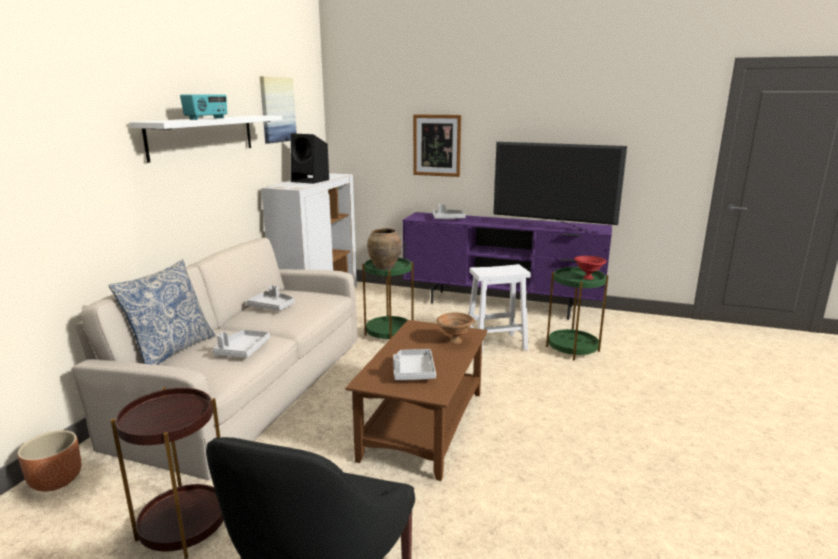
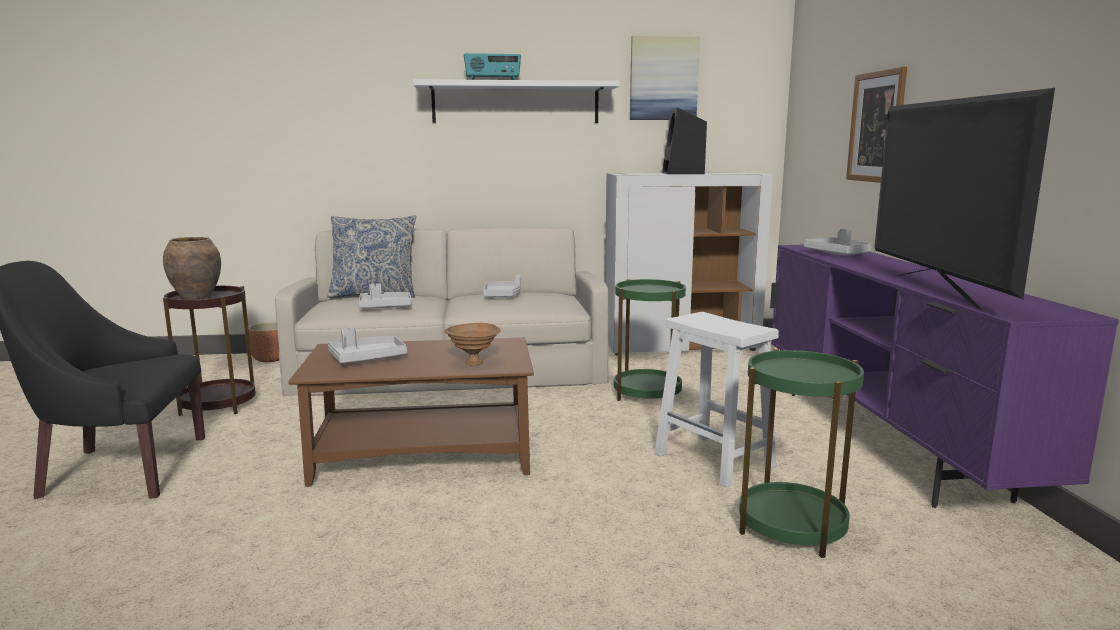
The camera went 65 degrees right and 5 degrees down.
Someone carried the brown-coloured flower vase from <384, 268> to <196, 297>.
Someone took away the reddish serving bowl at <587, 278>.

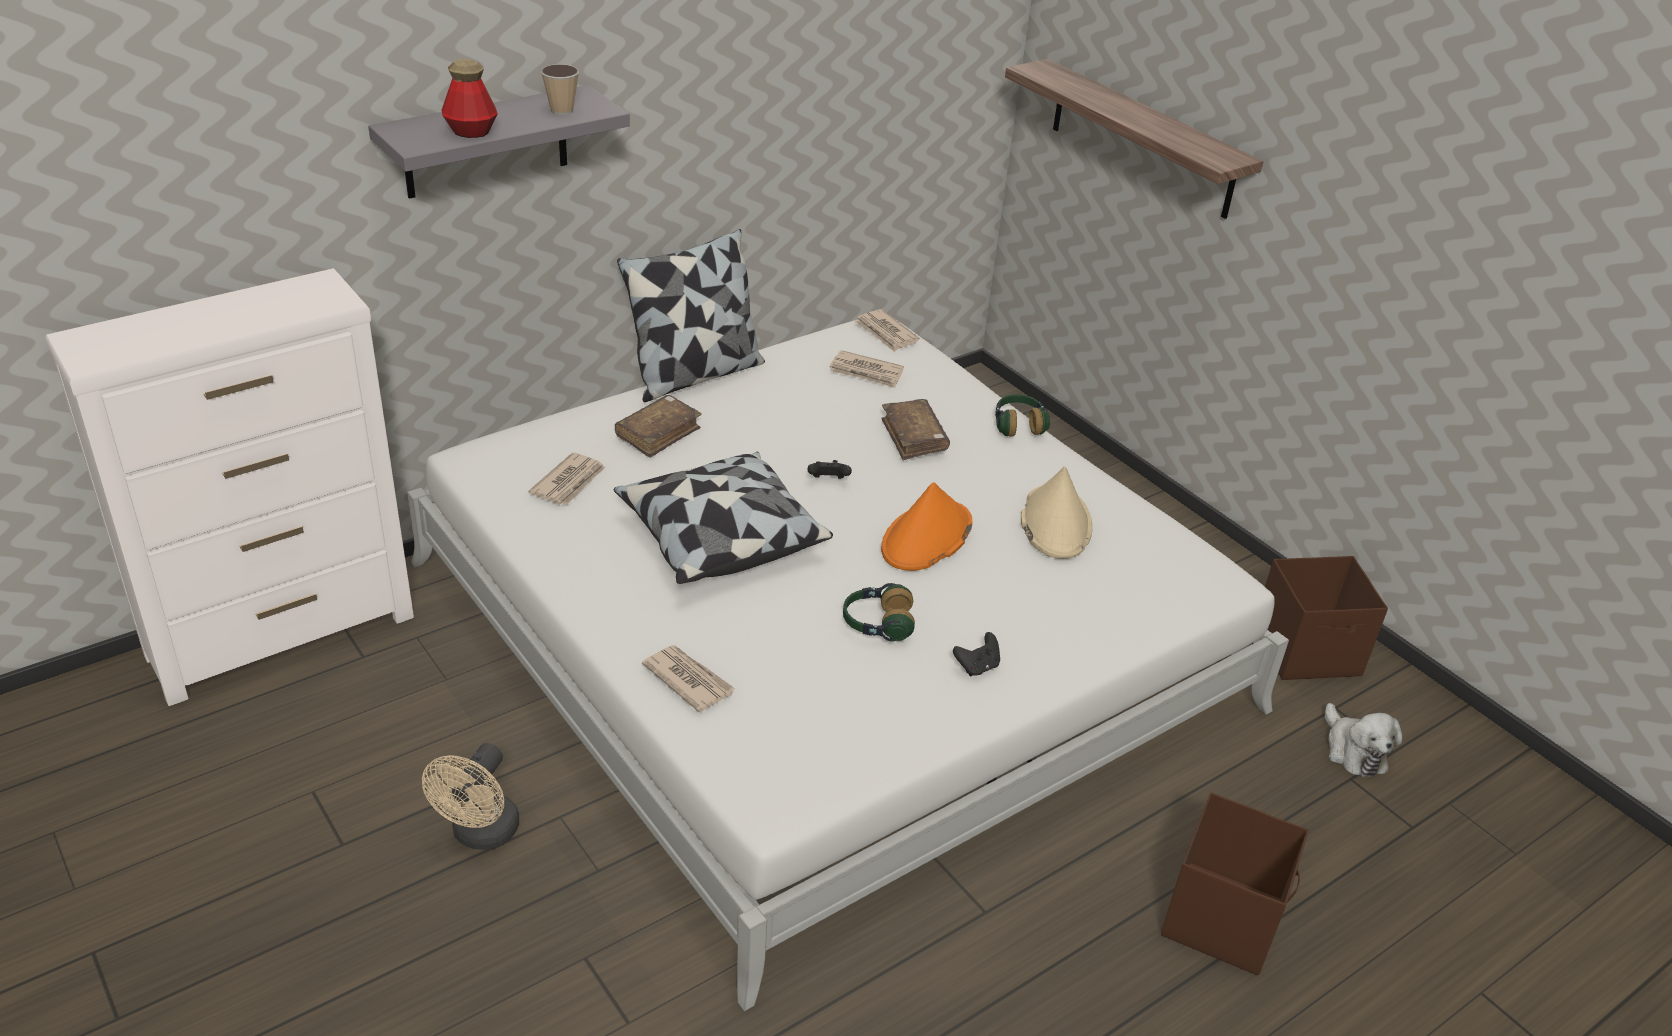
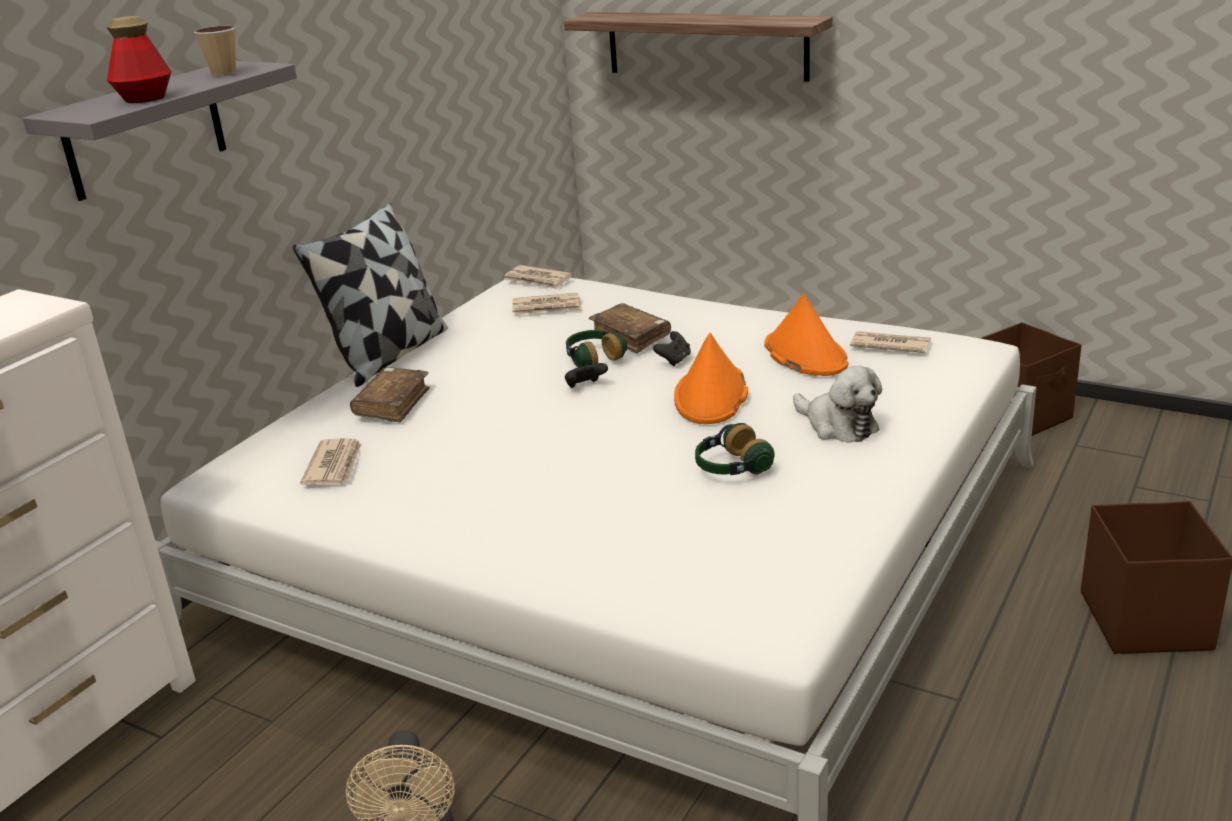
The camera went 20 degrees left and 10 degrees down.
Someone took away the cushion at <719, 538>.
Someone carried the daily paper from <688, 680> to <889, 345>.
Someone carried the black gamepad from <977, 667> to <674, 360>.
Someone carried the headset from <1018, 425> to <593, 359>.
Someone repainted the beige-coloured clothing hat at <1055, 523>, which became the orange-coloured clothing hat at <804, 354>.
Someone carried the plush toy from <1353, 751> to <838, 426>.

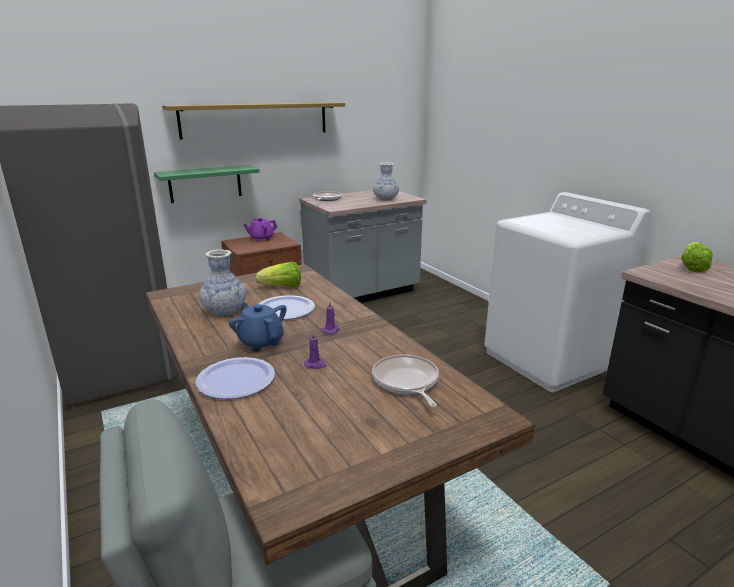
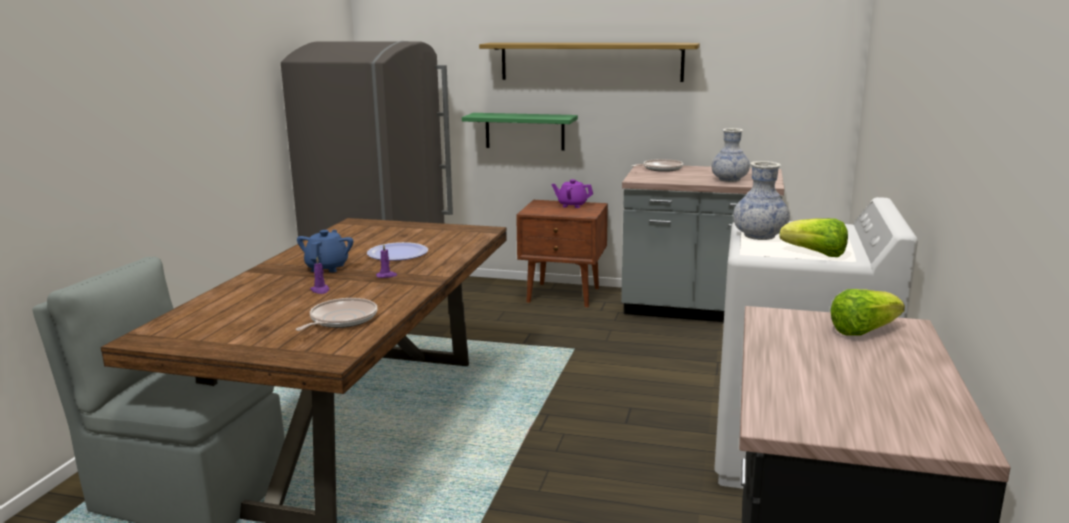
The camera went 45 degrees right and 5 degrees down.
Someone took away the dinner plate at <236, 379>.
Someone carried the flower vase from <224, 310> to <759, 236>.
Someone carried the lettuce from <282, 287> to <815, 254>.

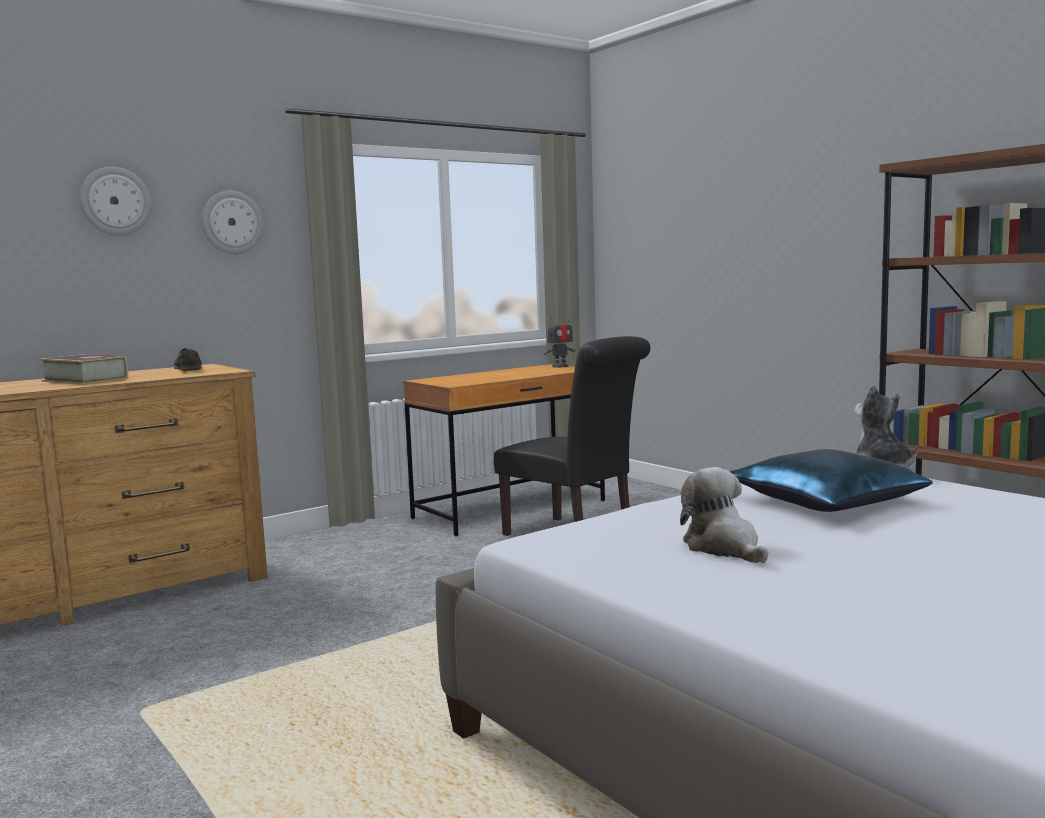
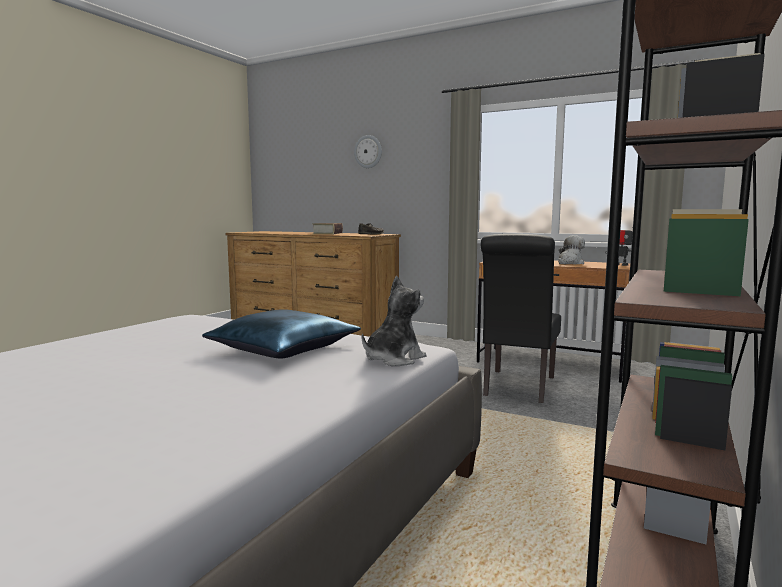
The camera went 65 degrees right and 0 degrees up.
Someone took away the hanging clock at <232, 222>.
Someone carried the plush toy from <724, 548> to <569, 263>.

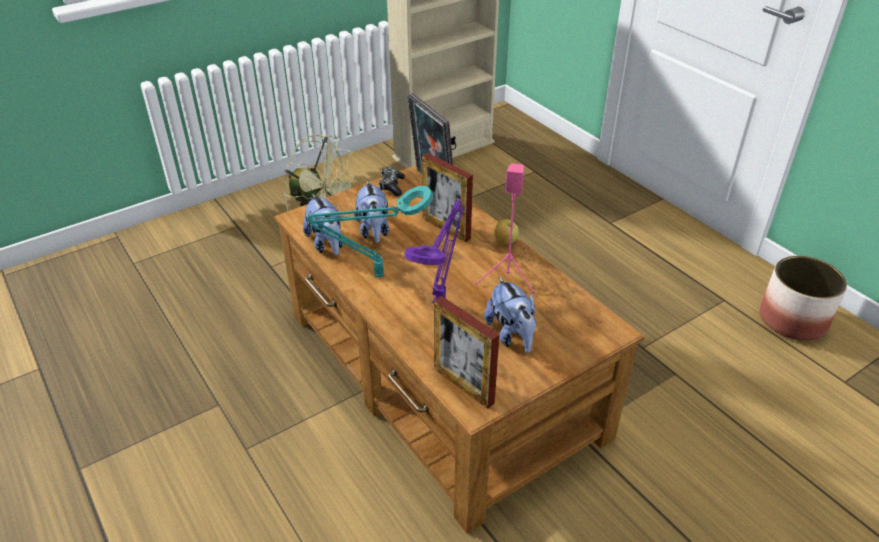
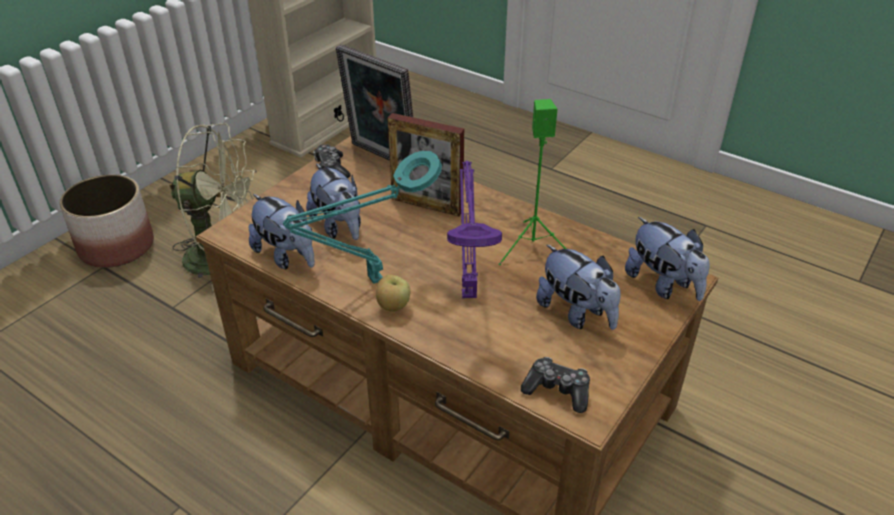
The camera went 20 degrees left and 0 degrees up.
Someone swapped the photo frame at <463, 385> for the gamepad at <557, 390>.
Someone repainted the pinkish loudspeaker at <508, 278>, which became the green loudspeaker at <533, 247>.
Someone carried the apple from <505, 242> to <393, 306>.
Someone carried the planter from <793, 320> to <117, 247>.
Someone put down the plush toy at <663, 284>.

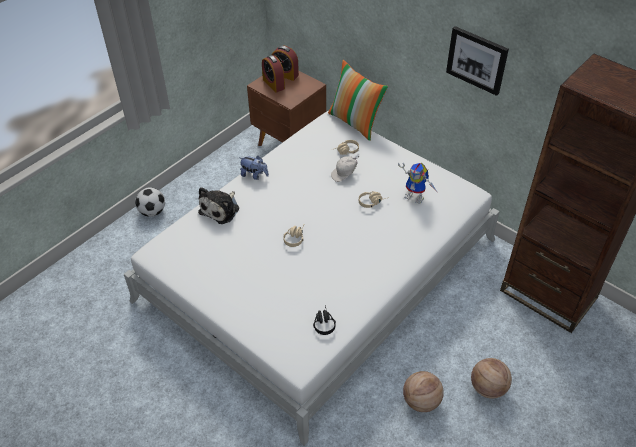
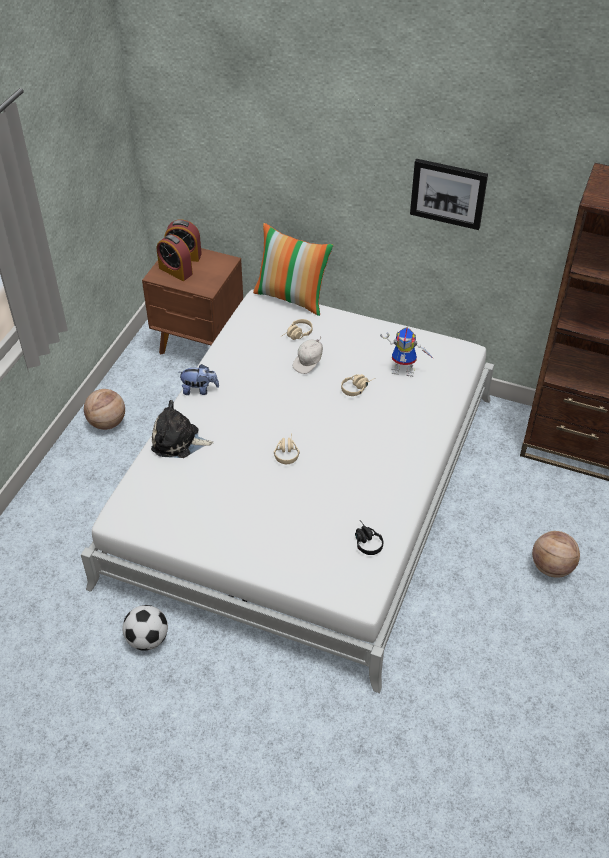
The camera went 20 degrees left and 0 degrees up.
Someone carried the ball for football from <152, 212> to <147, 639>.
Someone rotated the plush toy at <221, 209> by 90 degrees clockwise.
Someone carried the ball for basketball from <421, 401> to <107, 423>.

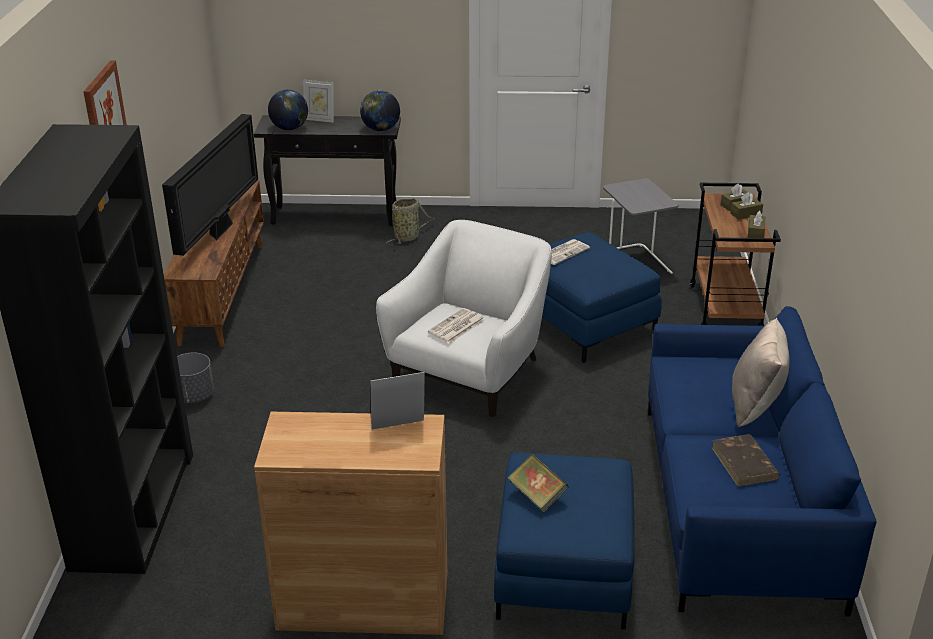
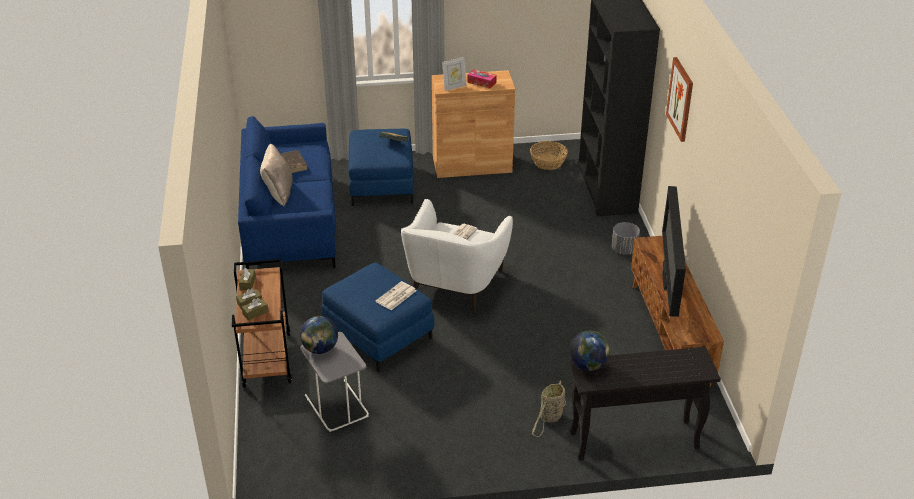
The camera went 170 degrees right and 5 degrees up.
Someone carried the desk globe from <289, 128> to <320, 349>.
Someone took away the photo frame at <320, 119>.
Someone put down the box of tissues at <481, 82>.
Someone put down the household basket at <548, 162>.

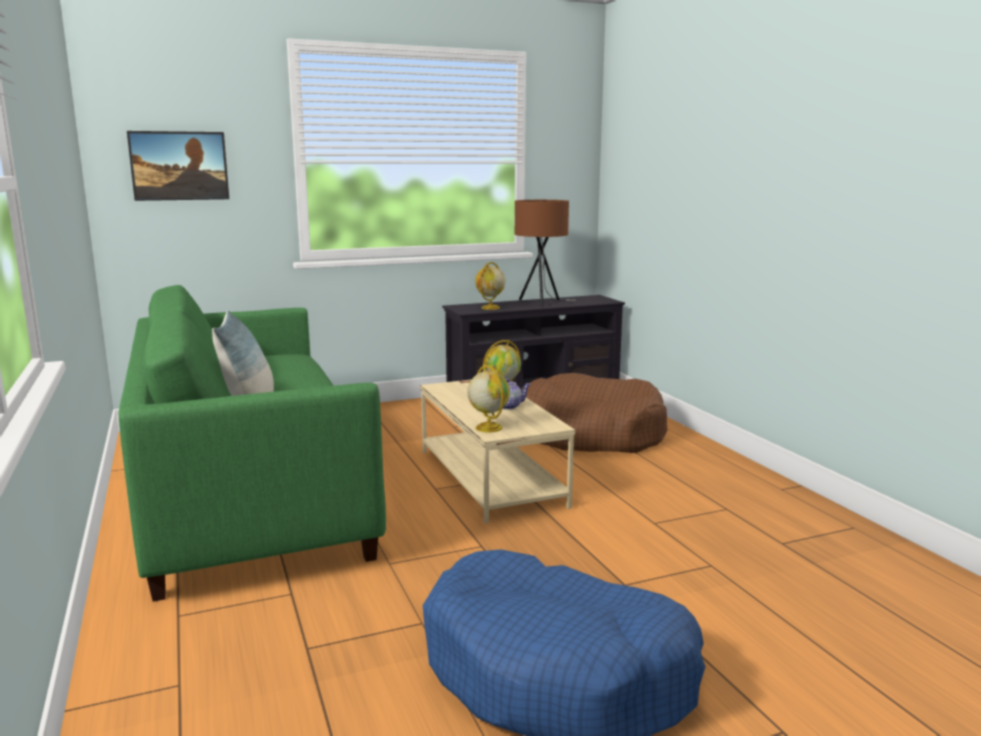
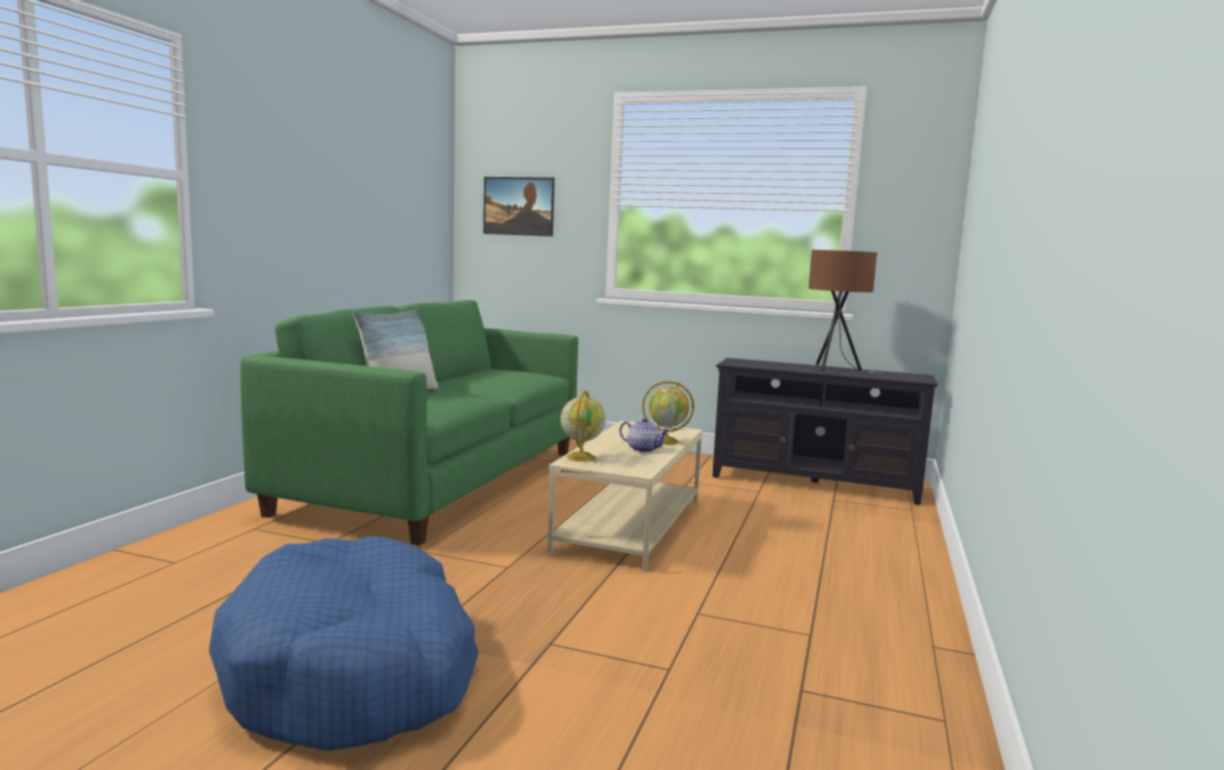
The camera went 40 degrees right and 5 degrees down.
Someone took away the desk globe at <490, 308>.
Someone took away the brown-coloured dog bed at <589, 433>.

